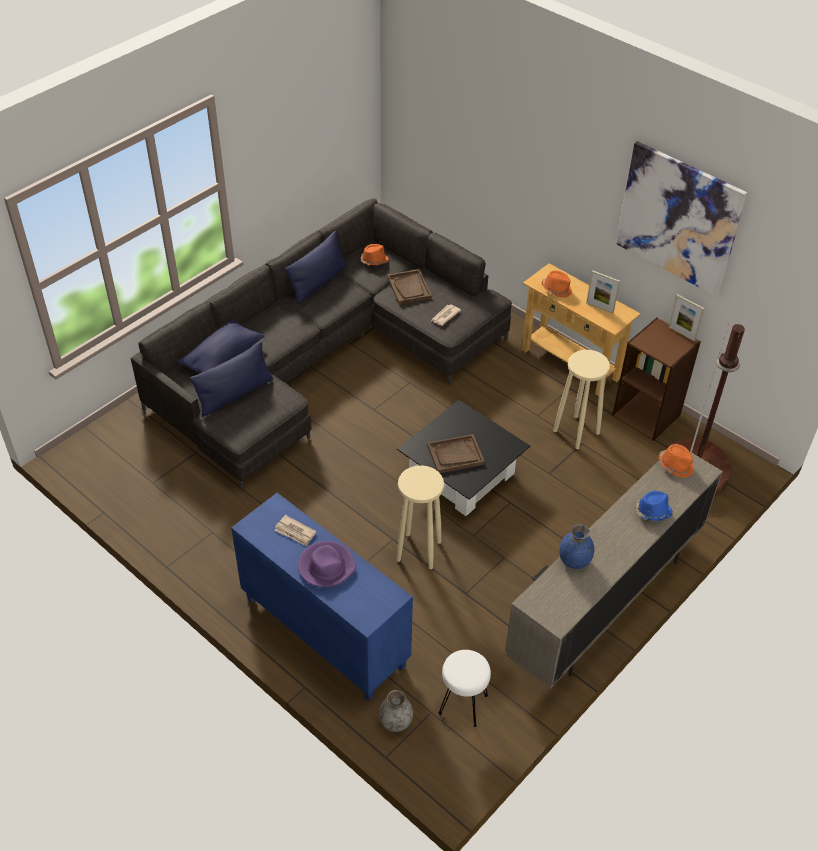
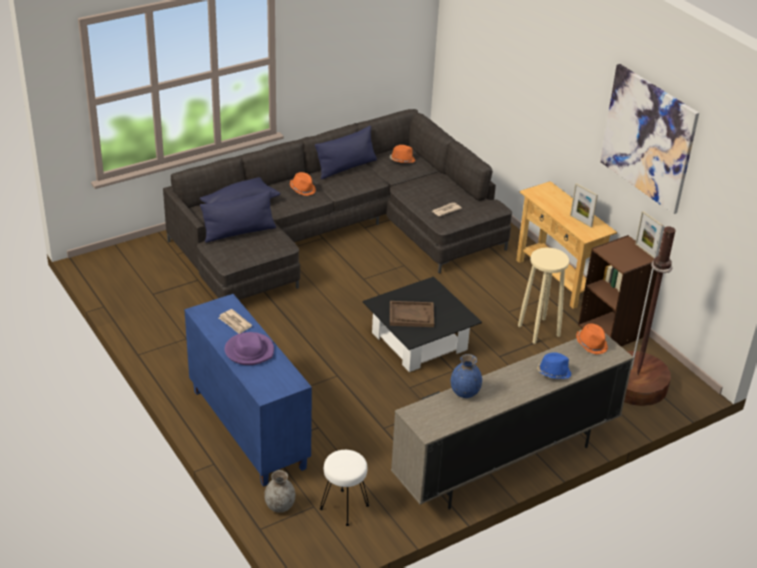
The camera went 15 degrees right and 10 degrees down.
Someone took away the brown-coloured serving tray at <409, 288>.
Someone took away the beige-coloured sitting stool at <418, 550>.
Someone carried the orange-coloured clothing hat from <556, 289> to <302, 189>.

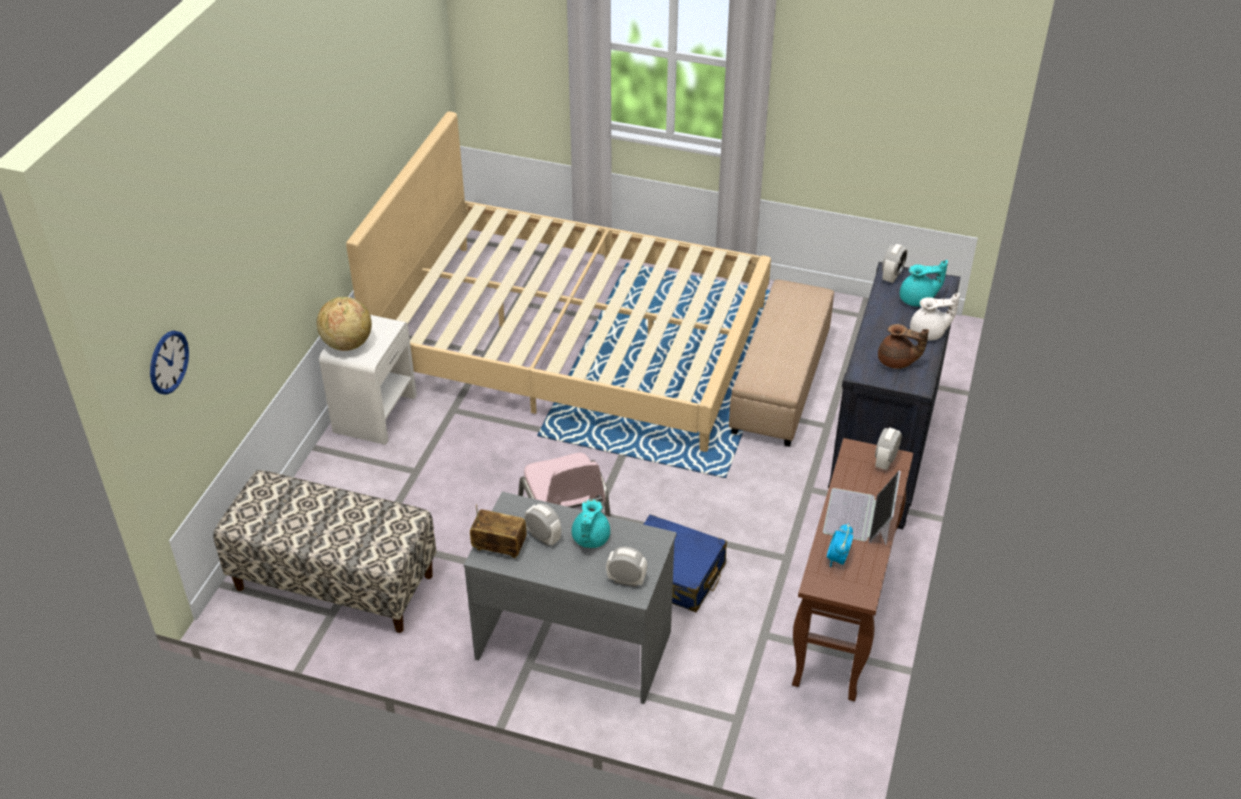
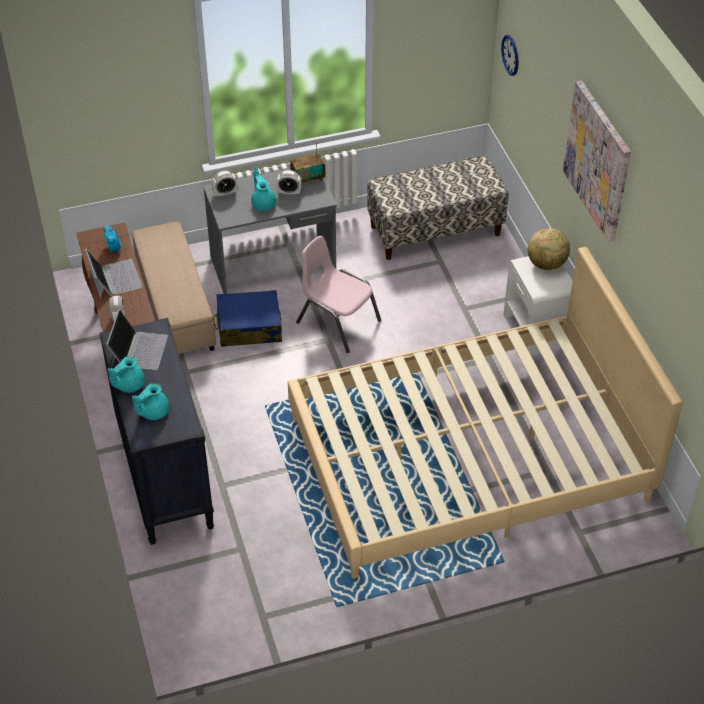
The camera went 145 degrees right and 5 degrees up.
Someone carried the beige-coloured pouffe from <779, 384> to <176, 307>.
Someone swapped the brown-coloured tea pot at <897, 361> for the laptop at <138, 349>.
Someone took away the table clock at <892, 276>.
Someone repainted the white tea pot at <929, 333>, which became the turquoise-coloured tea pot at <128, 385>.
Someone put up the wall picture at <598, 161>.

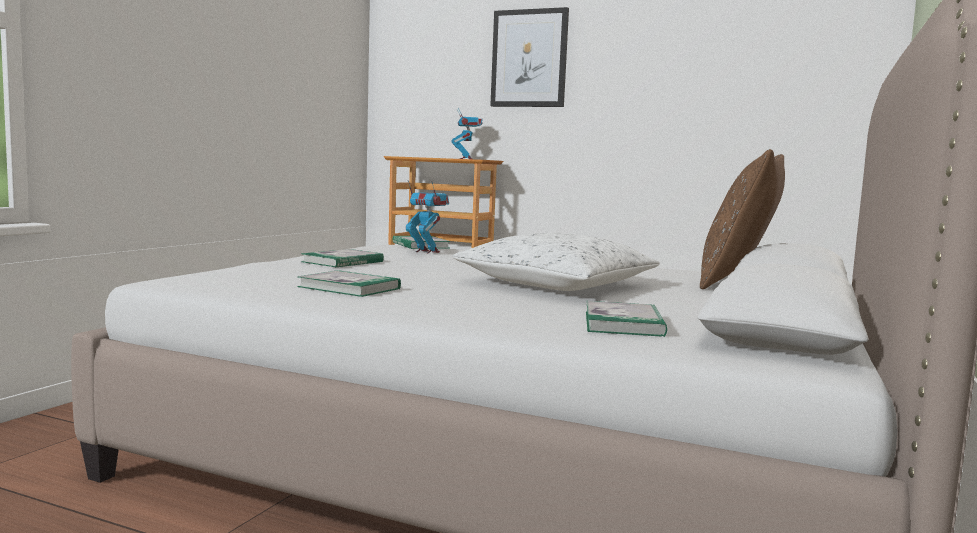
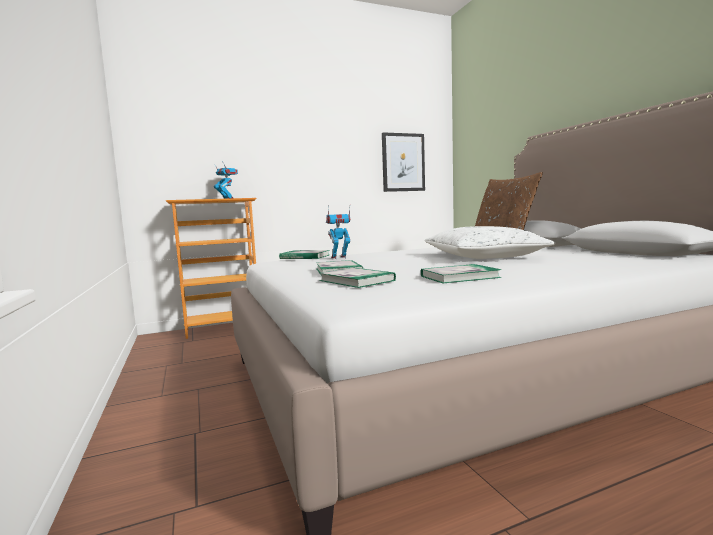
The camera went 45 degrees left and 0 degrees up.
Someone carried the wall picture from <529, 58> to <403, 162>.
Someone carried the book from <623, 323> to <356, 280>.

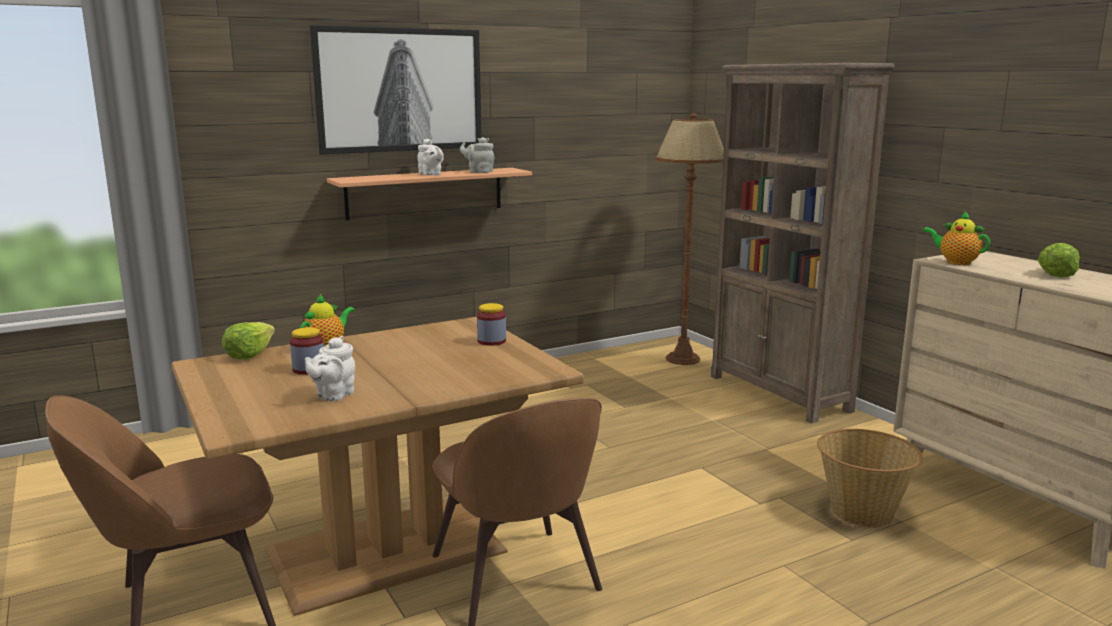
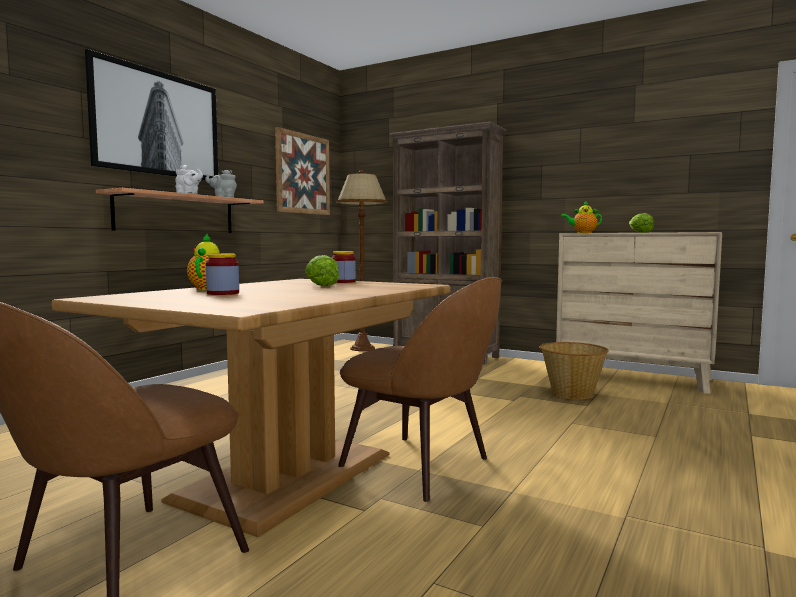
The camera went 30 degrees left and 10 degrees down.
Someone carried the lettuce from <249, 354> to <321, 285>.
Someone took away the white tea pot at <333, 395>.
Someone put up the wall picture at <303, 174>.

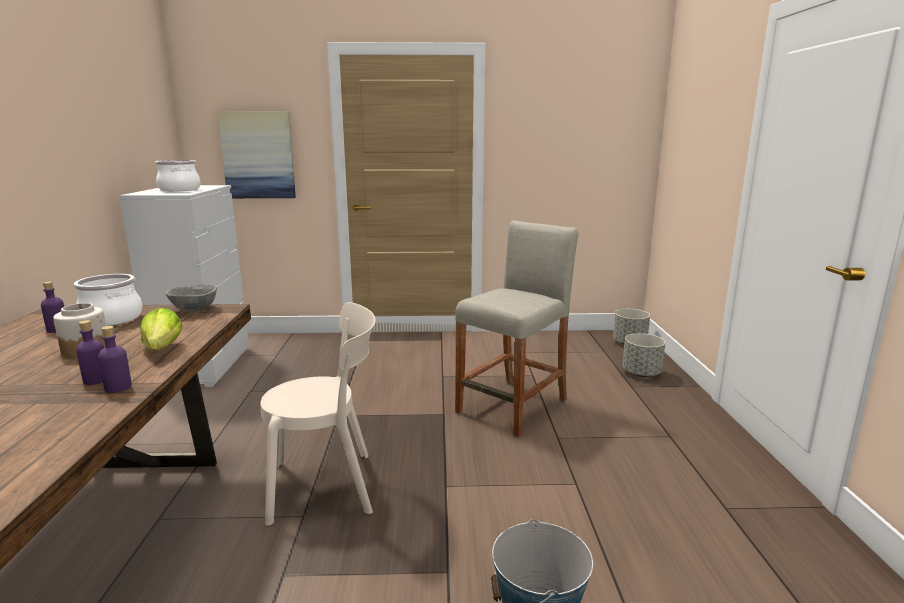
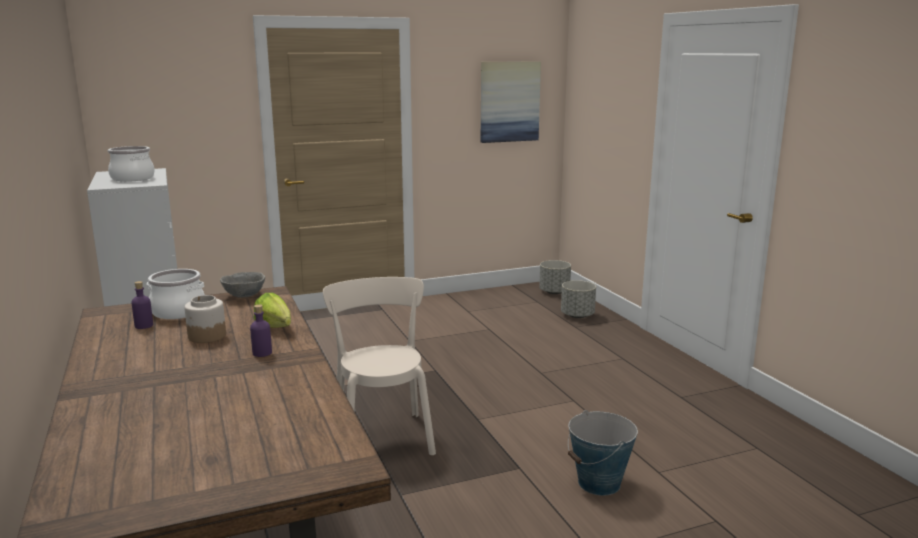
The camera went 20 degrees left and 0 degrees up.
Someone took away the purple-coloured beverage bottle at <118, 387>.
Someone carried the wall picture from <258, 155> to <509, 101>.
Someone rotated the beige-coloured plain chair at <328, 486> by 75 degrees counterclockwise.
Someone took away the beige-coloured sitting stool at <513, 406>.

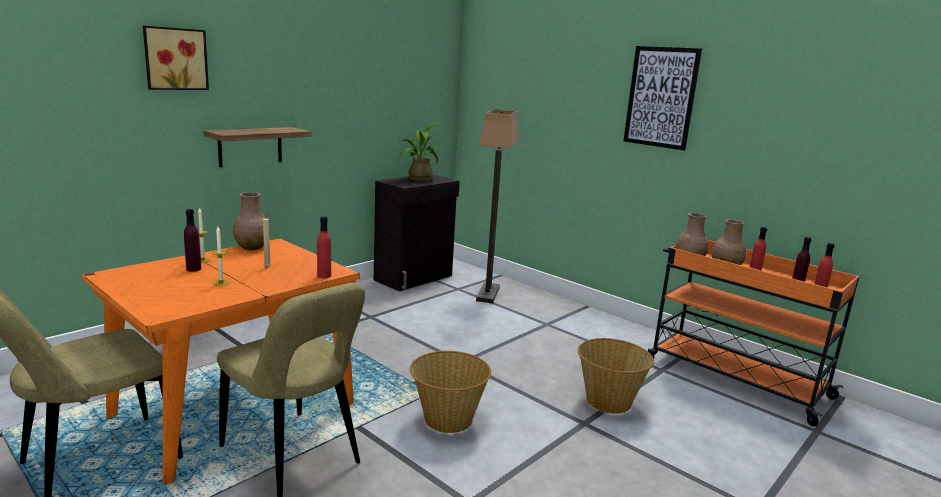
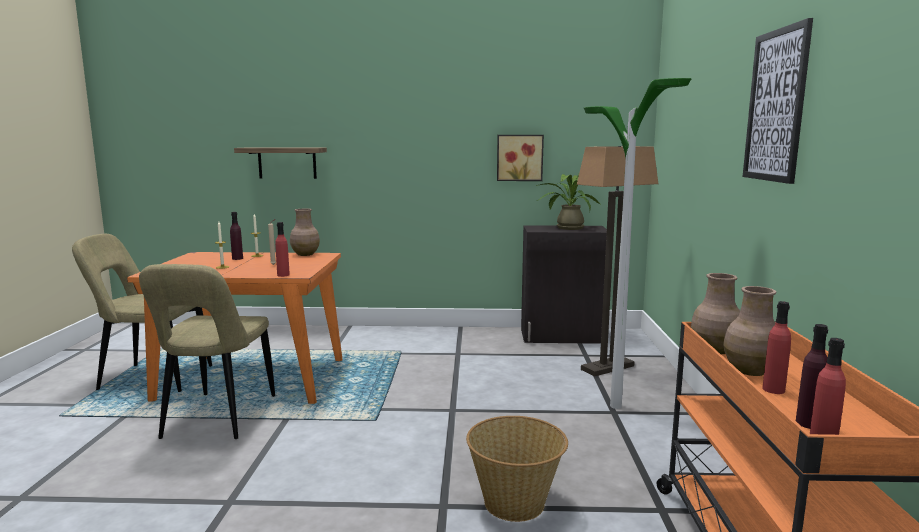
The camera went 50 degrees right and 5 degrees down.
Someone carried the wall picture from <175, 59> to <519, 157>.
Someone carried the shelf from <250, 146> to <287, 163>.
Someone took away the household basket at <447, 419>.
Someone put down the standard lamp at <616, 406>.

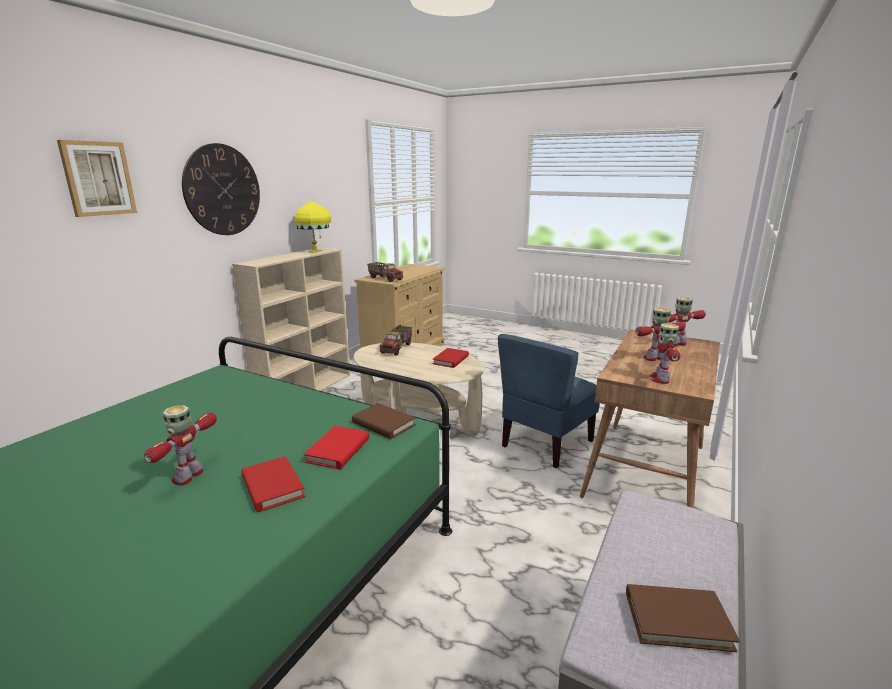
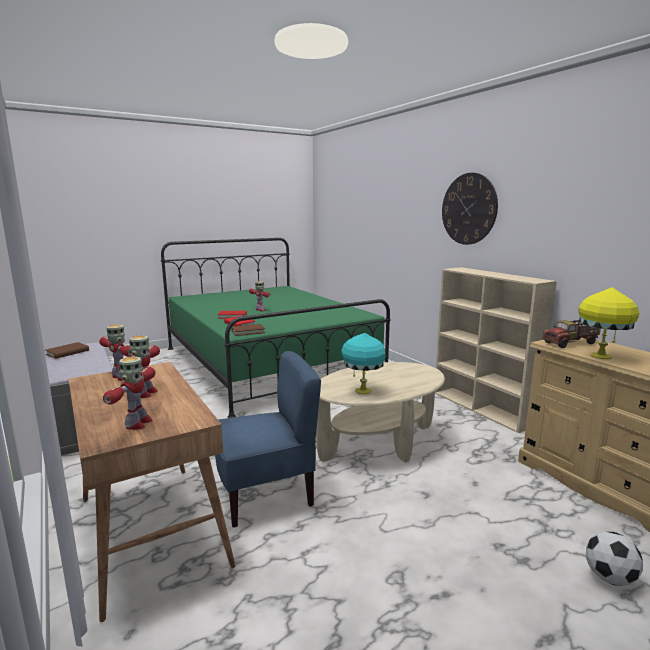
The camera went 120 degrees right and 5 degrees down.
Someone took away the wall picture at <98, 178>.
Someone carried the yellowish tabletop lamp from <315, 251> to <600, 356>.
Someone took away the toy lorry at <397, 348>.
Someone swapped the reddish book at <451, 360> for the turquoise-coloured tabletop lamp at <362, 390>.
Someone rotated the blue-coloured plain chair at <546, 443> by 90 degrees clockwise.
Someone put down the ball for football at <609, 577>.

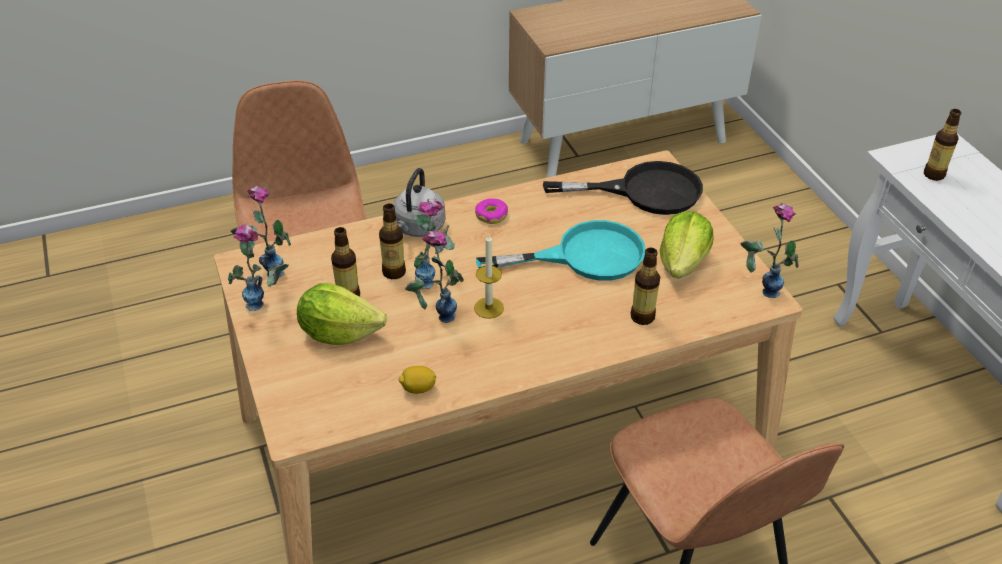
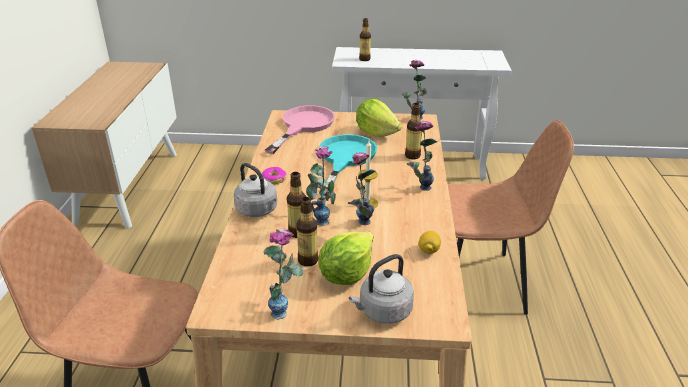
The camera went 65 degrees left and 10 degrees down.
Someone carried the flower vase from <266, 269> to <418, 190>.
Someone repainted the black frying pan at <644, 191>, which became the pinkish frying pan at <303, 126>.
Someone put down the greyish tea kettle at <383, 312>.

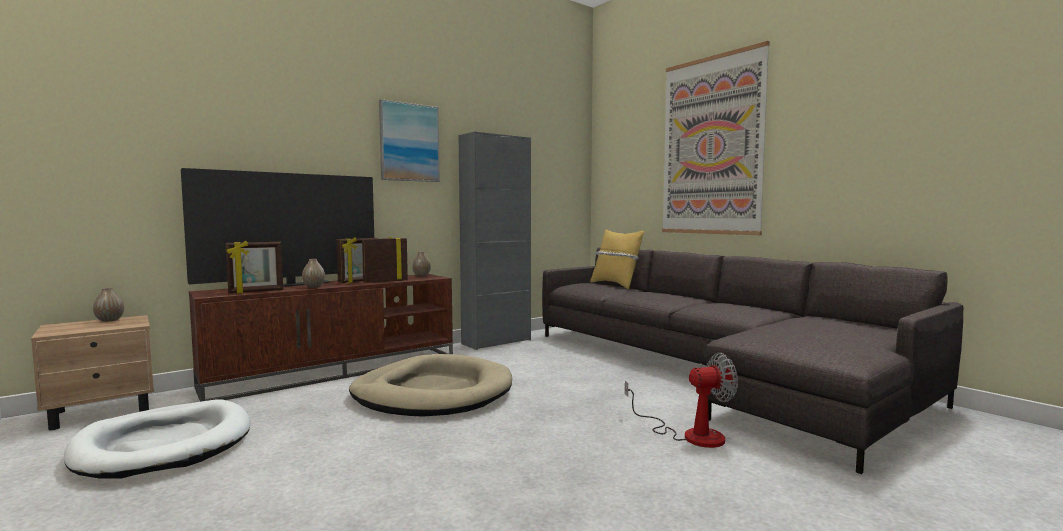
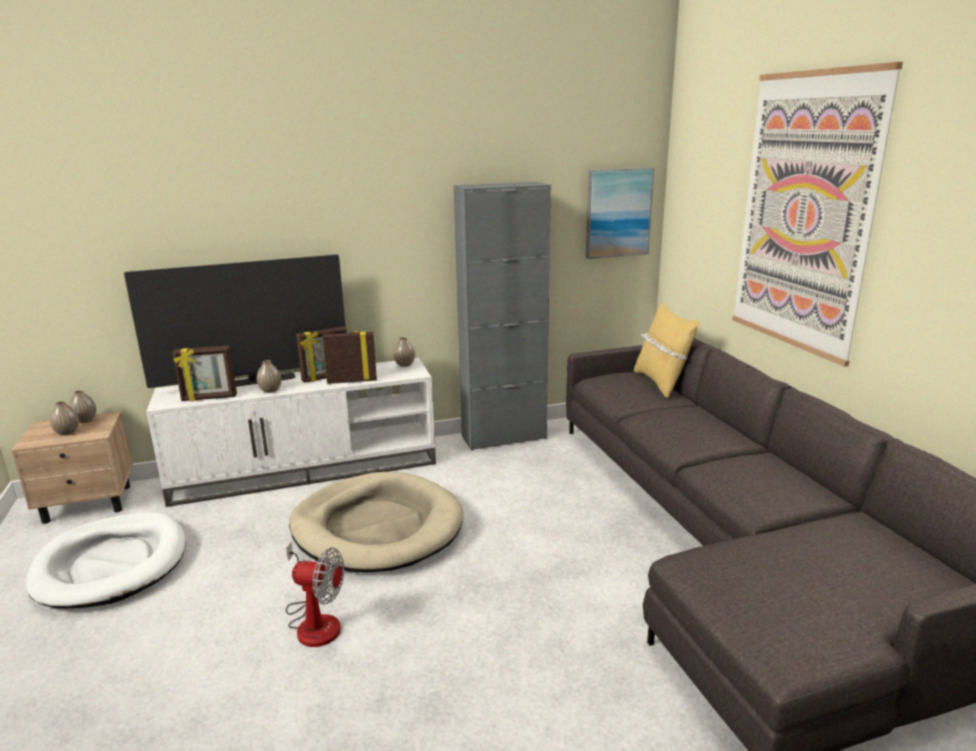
The camera went 20 degrees right and 15 degrees up.
Someone repainted the brown-coloured tv stand at <336, 371>, which became the white tv stand at <307, 469>.
Someone carried the wall picture from <409, 142> to <618, 213>.
Someone carried the electric fan from <690, 434> to <315, 621>.
Someone put down the flower vase at <67, 432>.

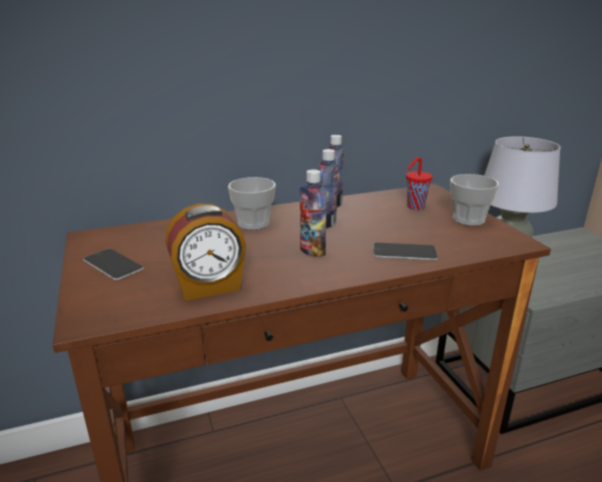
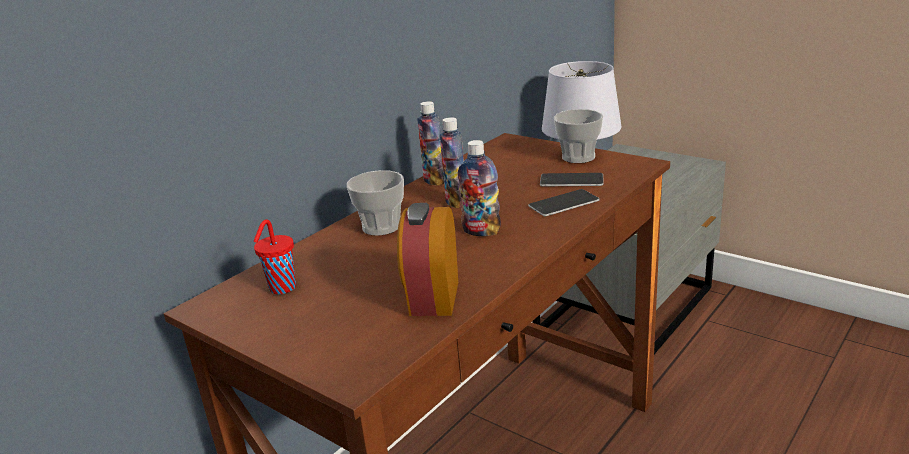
The camera went 30 degrees left and 0 degrees up.
Someone carried the phone from <113, 264> to <571, 180>.
Someone rotated the table clock at <209, 287> by 150 degrees clockwise.
Someone carried the reddish cup from <414, 207> to <281, 289>.

